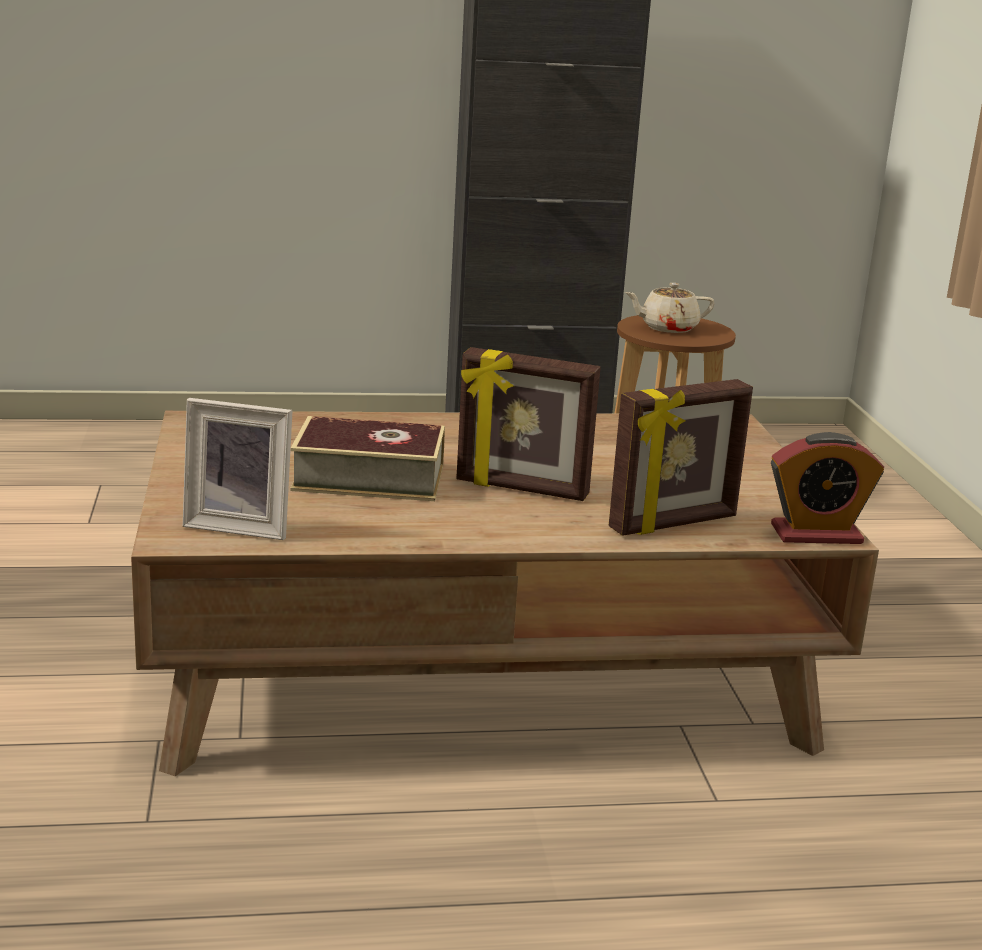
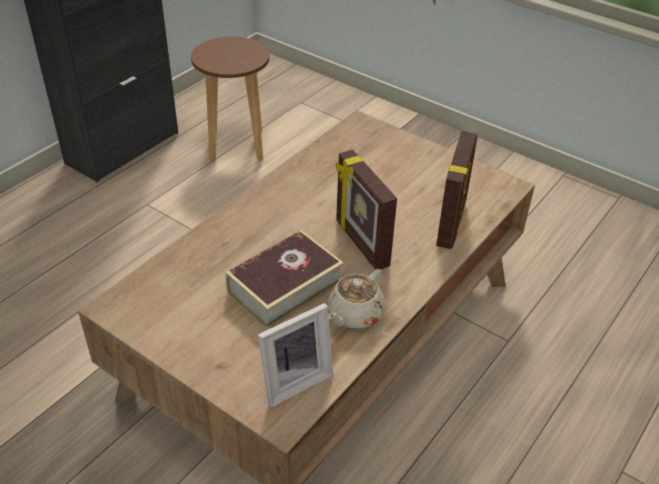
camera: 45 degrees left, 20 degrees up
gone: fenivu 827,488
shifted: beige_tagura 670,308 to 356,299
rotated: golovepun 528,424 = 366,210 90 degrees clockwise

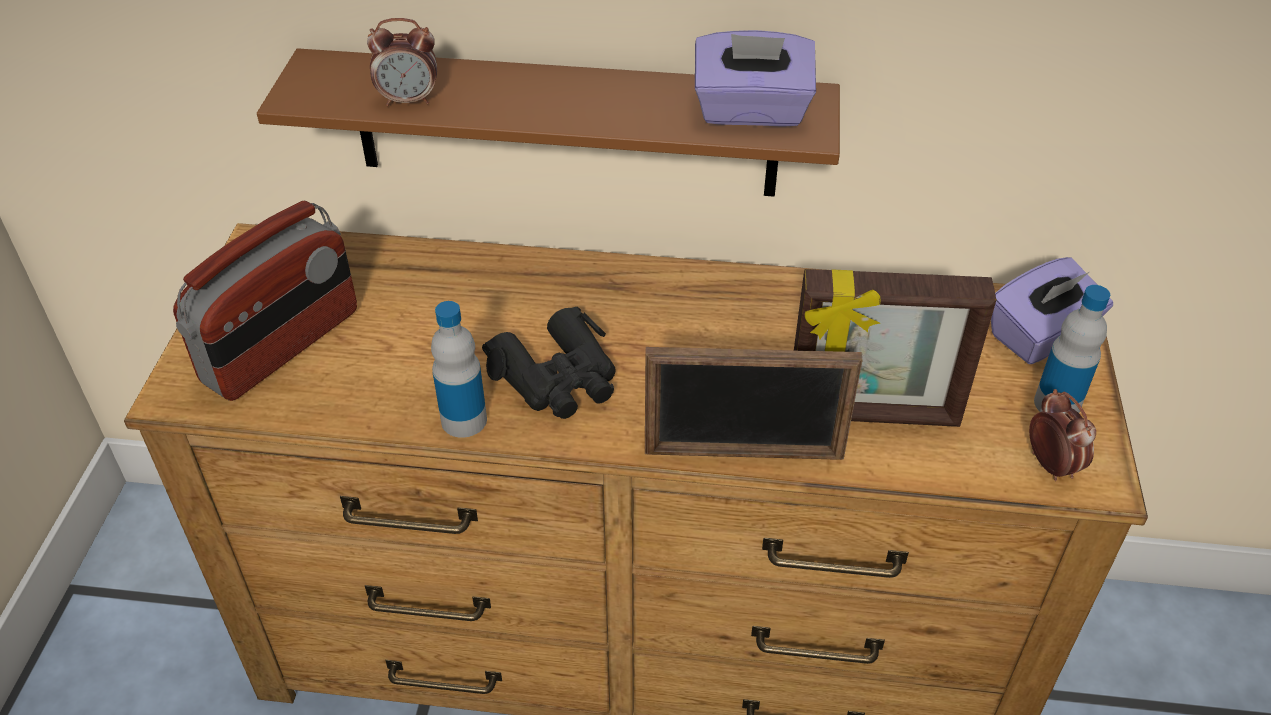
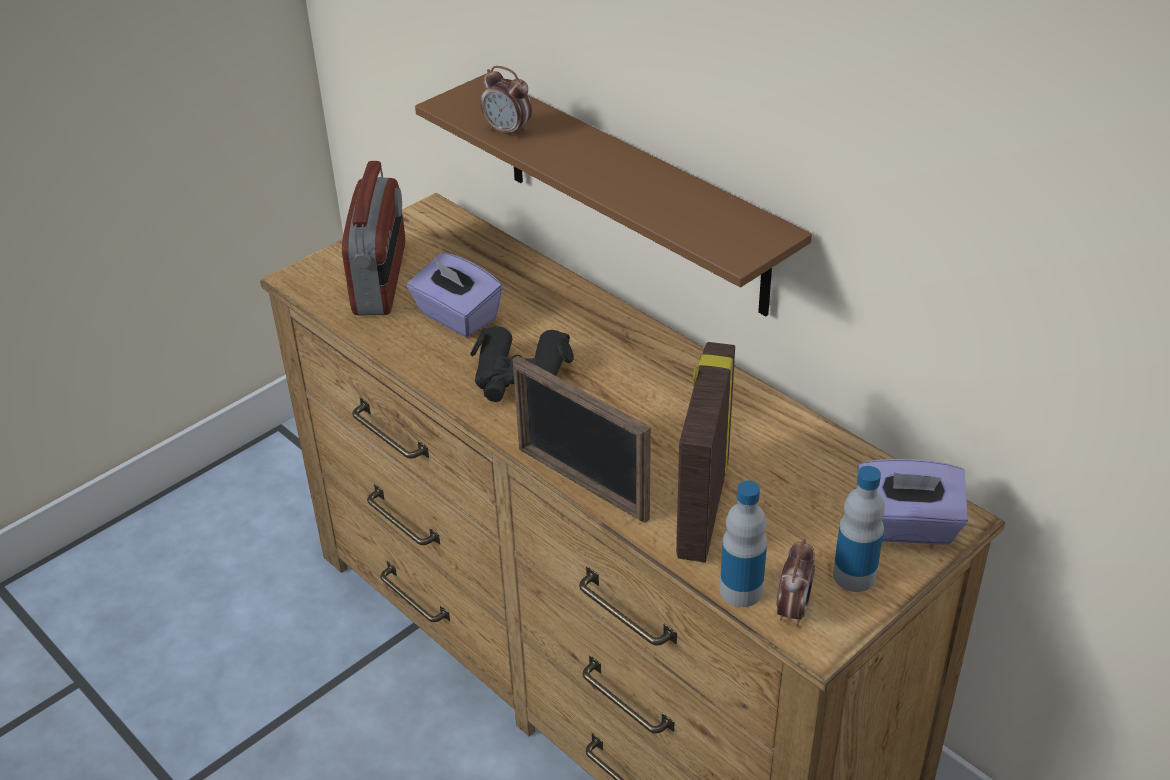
camera: 40 degrees right, 5 degrees down
shifted: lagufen 459,369 to 743,544; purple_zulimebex 755,78 to 455,295
rotated: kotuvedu 265,300 = 373,238 75 degrees counterclockwise; golovepun 895,348 = 705,452 60 degrees clockwise

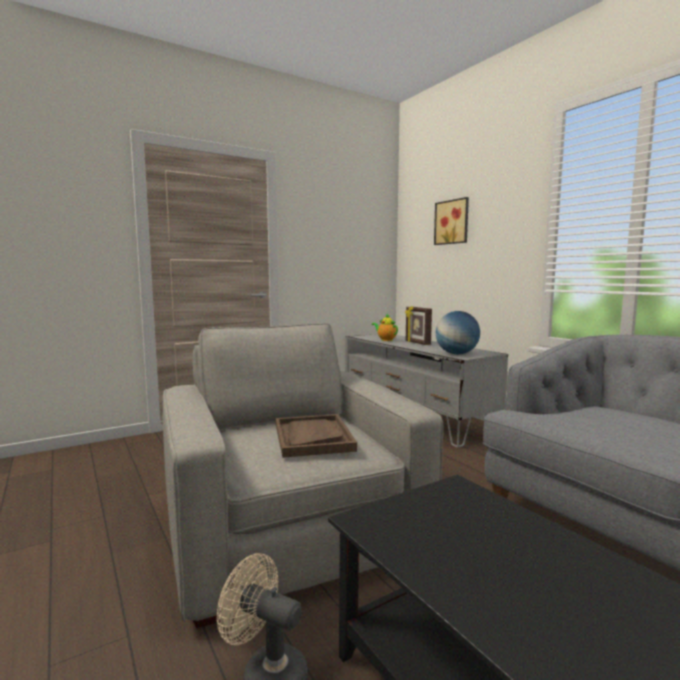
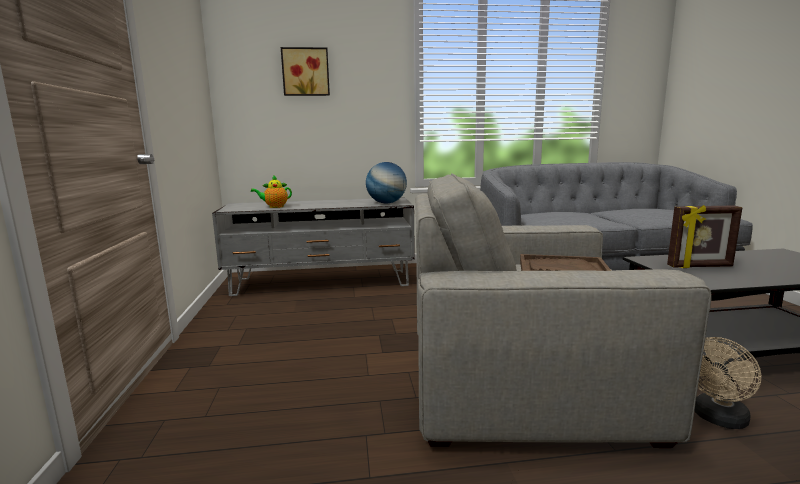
camera: 65 degrees left, 5 degrees up
shifted: golovepun 418,325 to 705,236

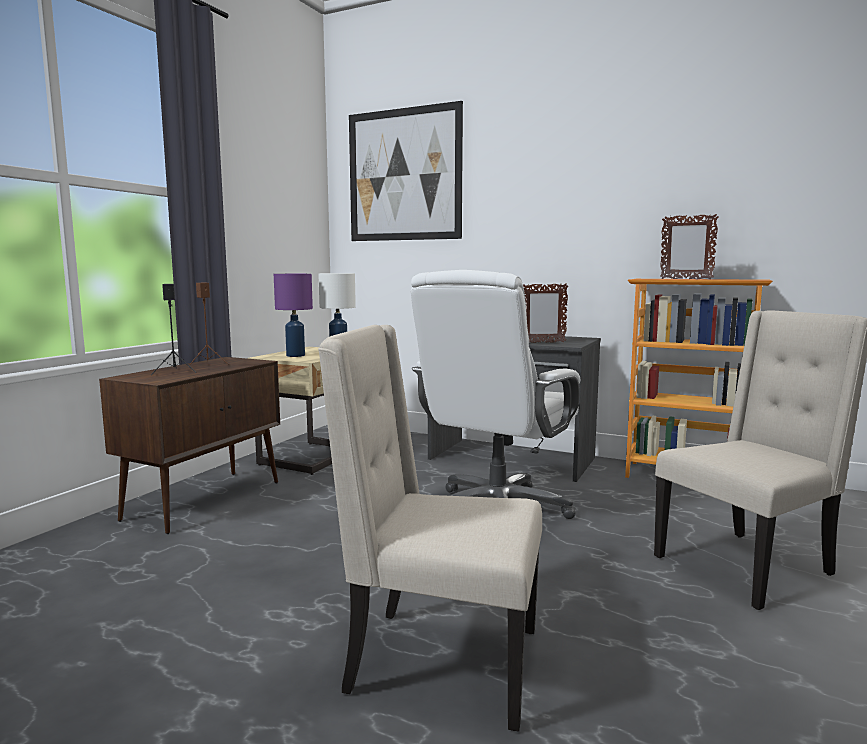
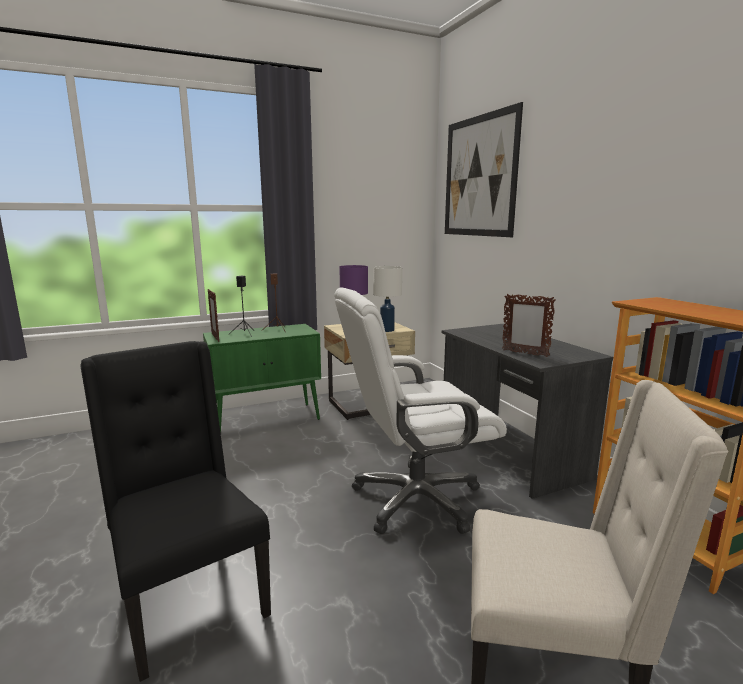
camera: 40 degrees right, 5 degrees up
shifted: golovepun 689,247 to 213,315
repainted: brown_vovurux 189,445 to green_vovurux 262,378; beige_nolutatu 430,528 to black_nolutatu 175,511

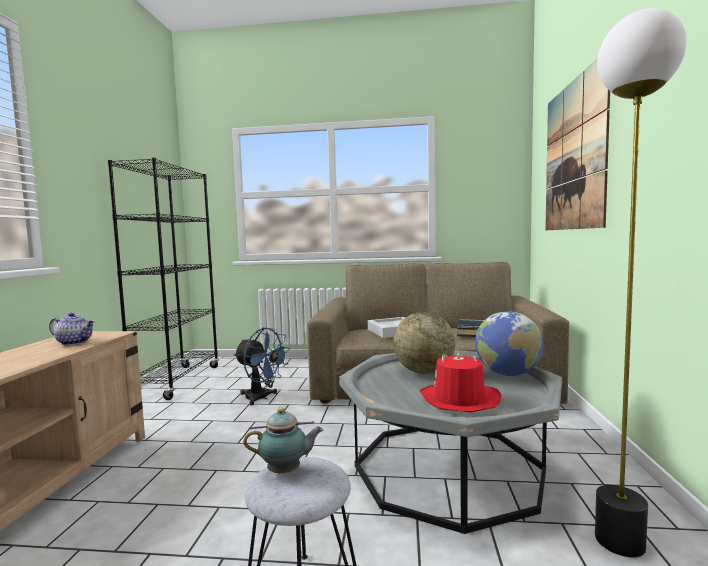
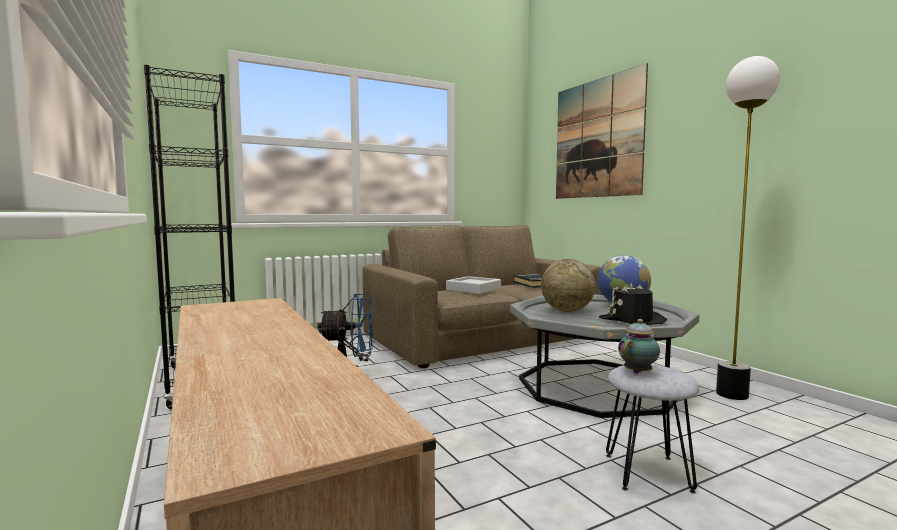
camera: 35 degrees left, 0 degrees up
gone: tagura 72,329
repainted: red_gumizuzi 460,382 to black_gumizuzi 633,303

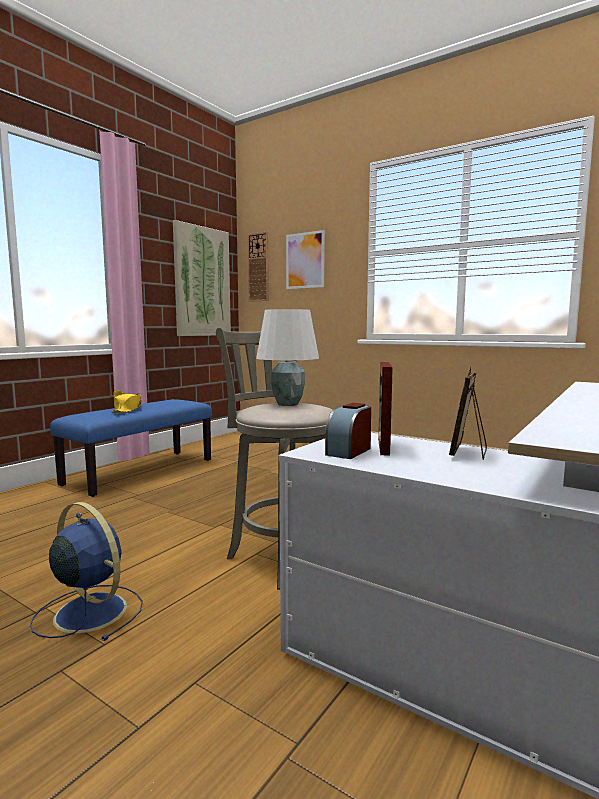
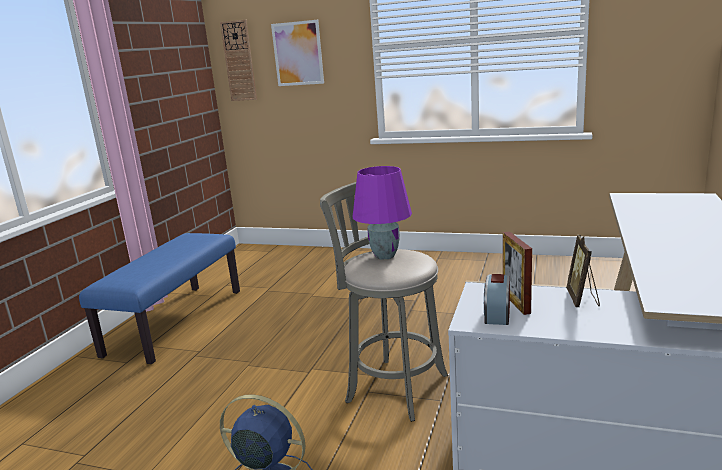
camera: 15 degrees left, 10 degrees up
gone: yellow_gumizuzi 126,402; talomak 202,278
repainted: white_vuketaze 287,357 to purple_vuketaze 382,213

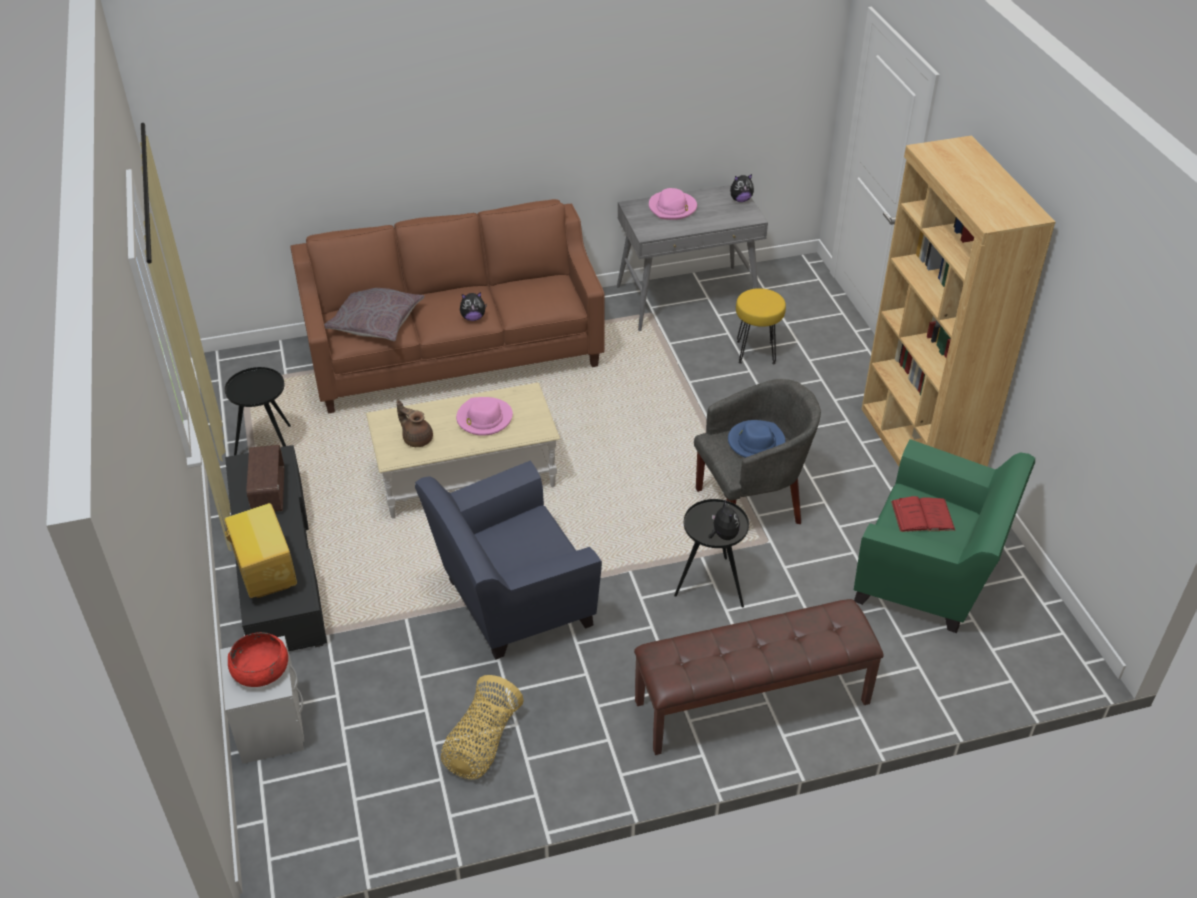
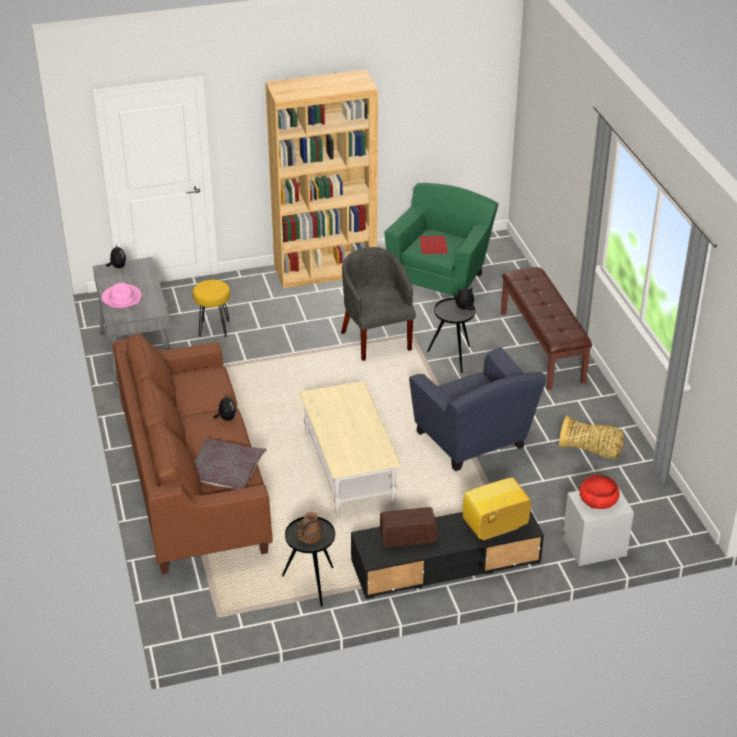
camera: 90 degrees left, 5 degrees down
gone: pink_gumizuzi 484,416; blue_gumizuzi 757,439
shifted: brown_tagura 414,423 to 310,528

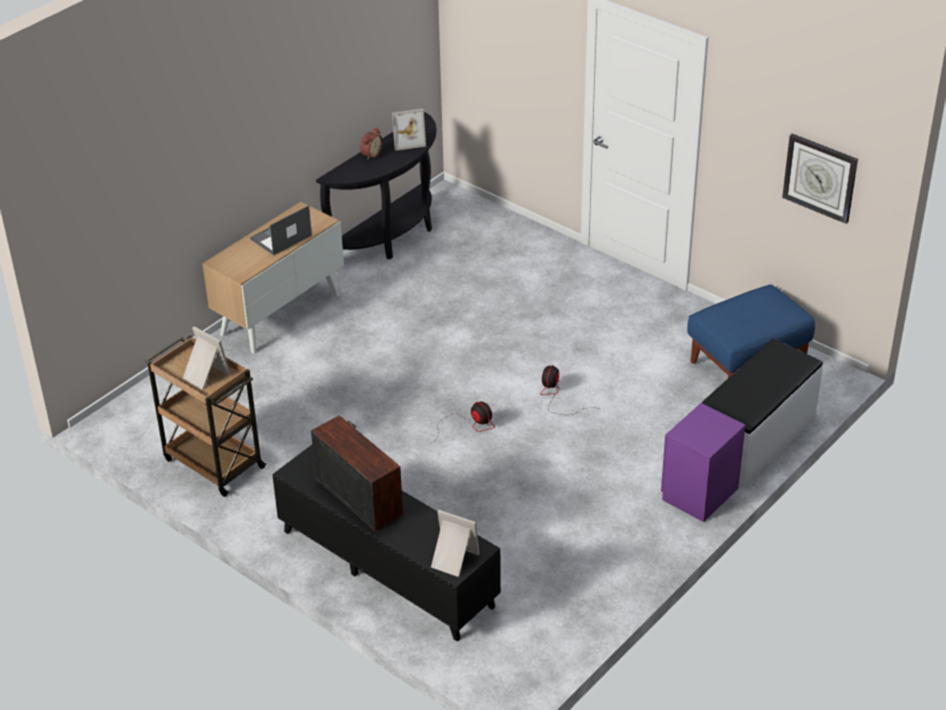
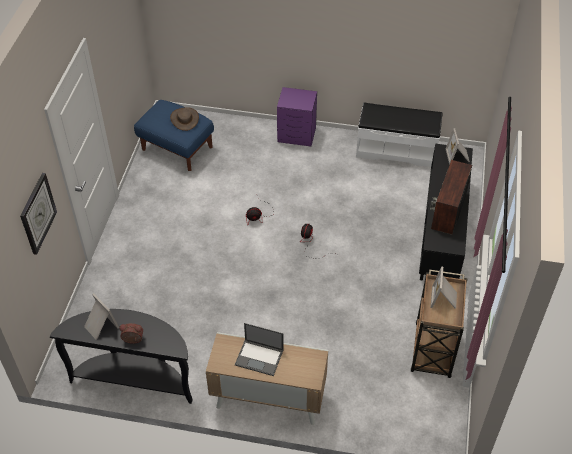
camera: 120 degrees left, 10 degrees up
new: brown_gumizuzi 184,119
shifted: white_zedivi 762,413 to 399,135; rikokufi 820,179 to 38,214

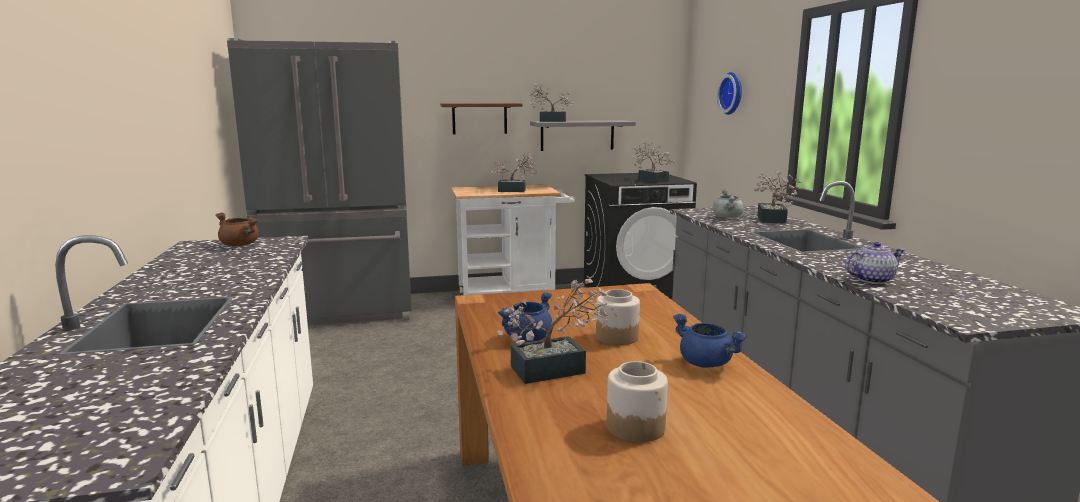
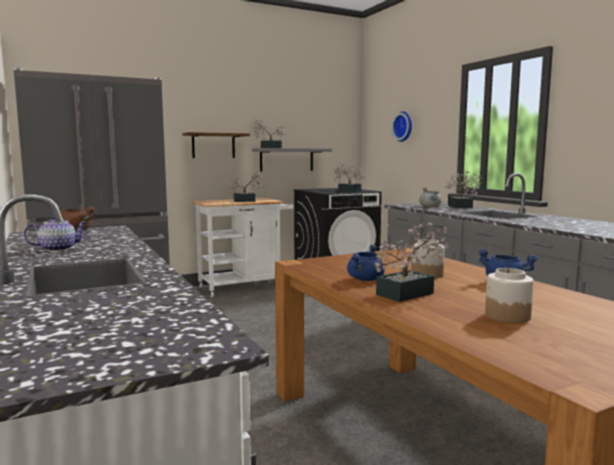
camera: 15 degrees left, 5 degrees down
shifted: tagura 875,263 to 56,233

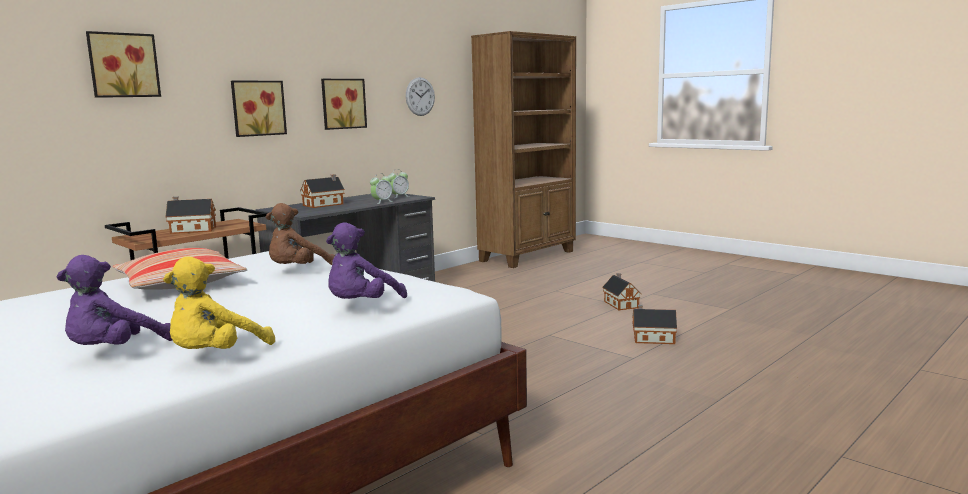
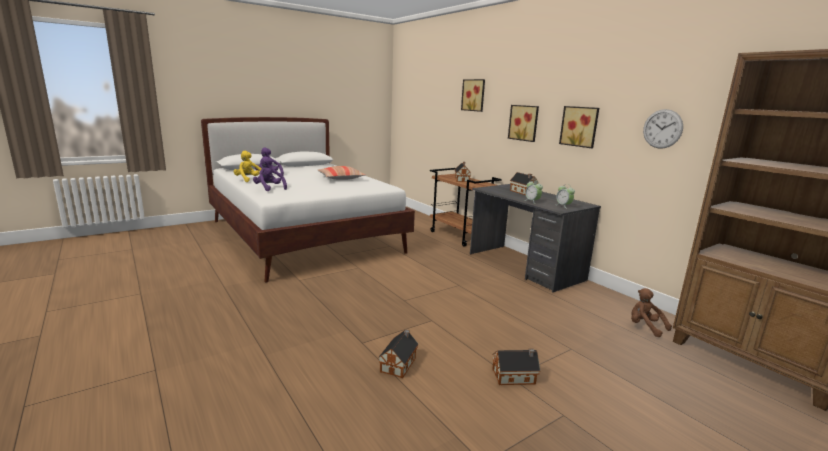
camera: 100 degrees right, 5 degrees up
shifted: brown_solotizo 300,234 to 651,312

